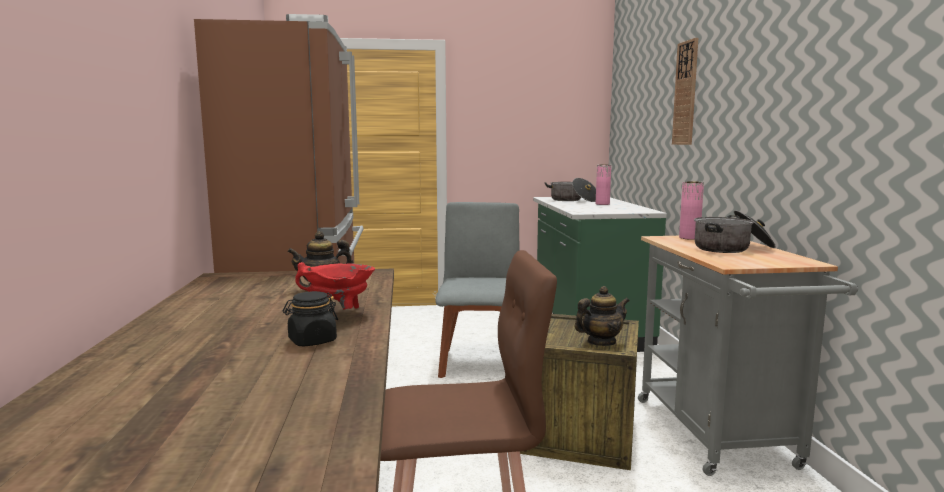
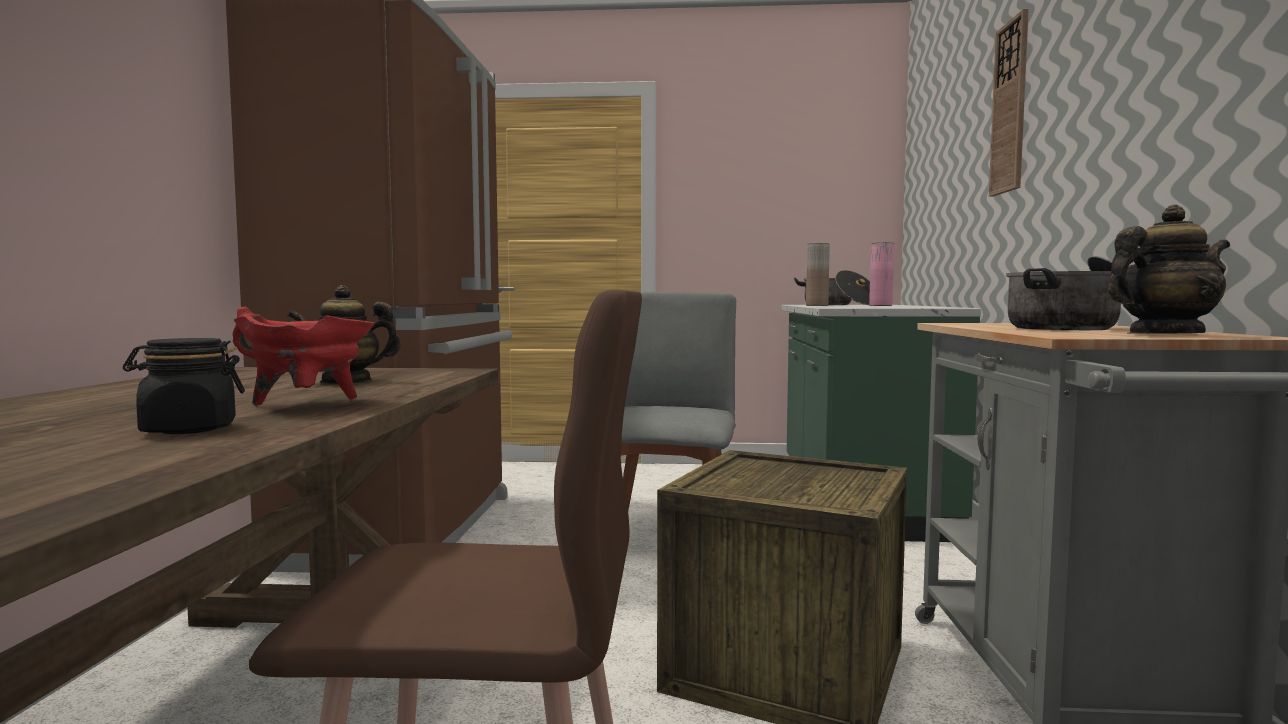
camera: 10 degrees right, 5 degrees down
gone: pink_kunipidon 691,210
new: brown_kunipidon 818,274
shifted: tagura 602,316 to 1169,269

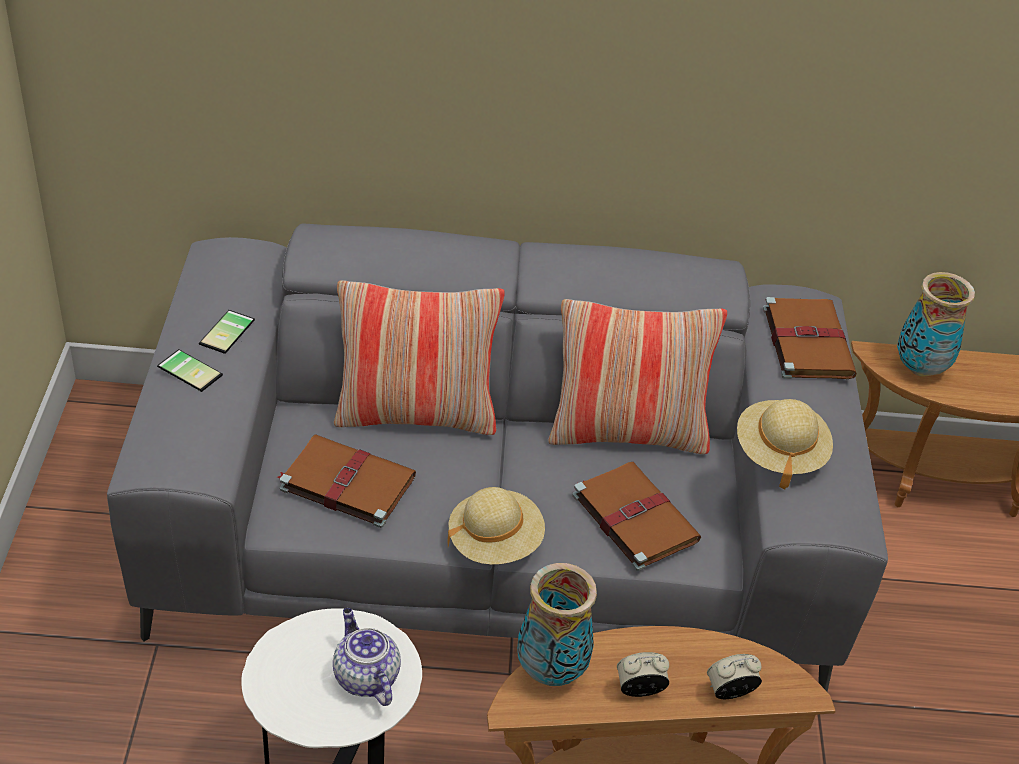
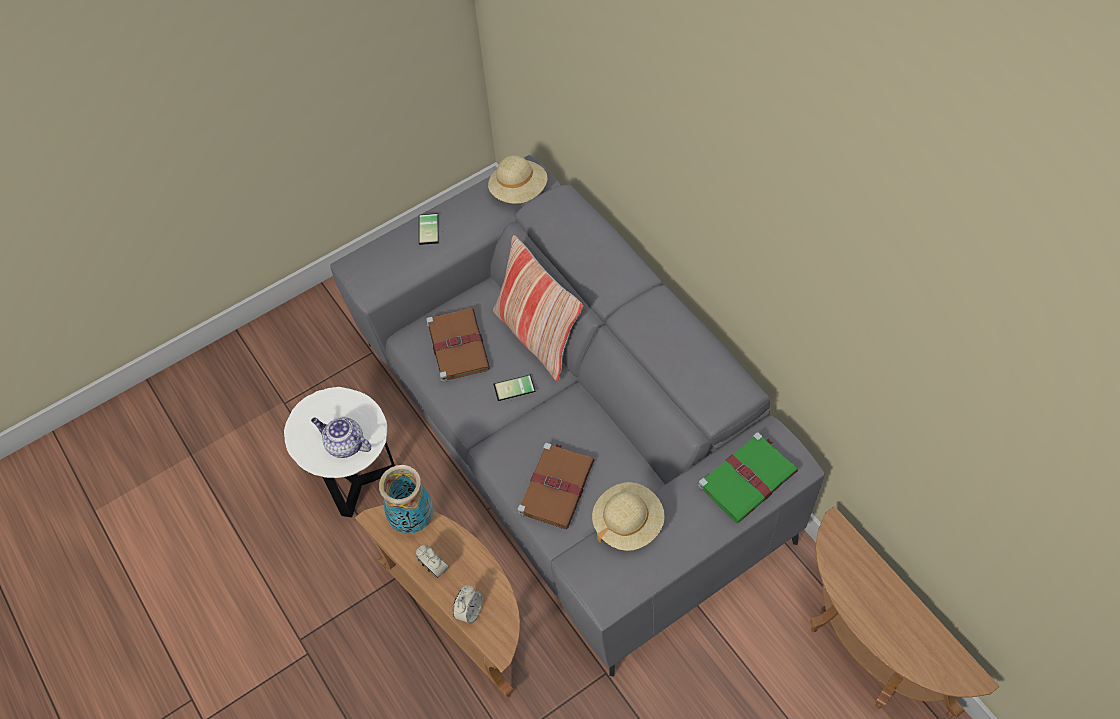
camera: 60 degrees right, 15 degrees up
gone: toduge 637,376; kunipidon 936,324
shifted: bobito 227,332 to 514,387; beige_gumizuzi 496,525 to 517,179
repainted: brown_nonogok 810,338 to green_nonogok 748,477
rotated: tagura 367,657 = 341,437 90 degrees counterclockwise; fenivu 734,676 = 468,604 75 degrees clockwise

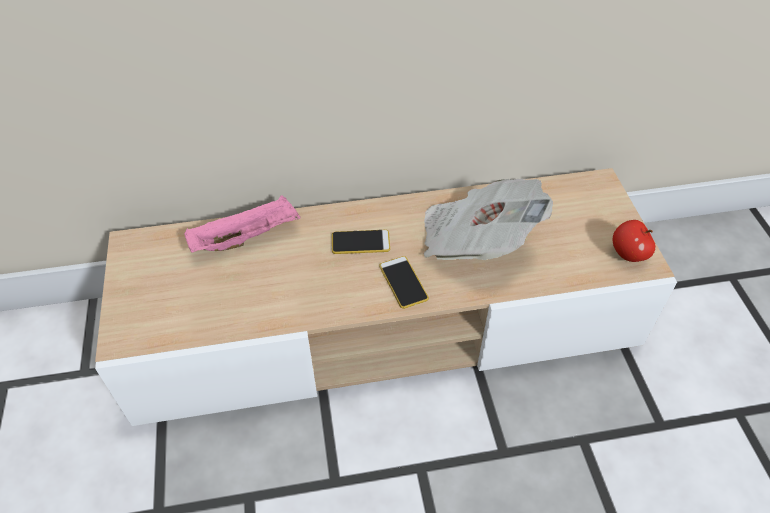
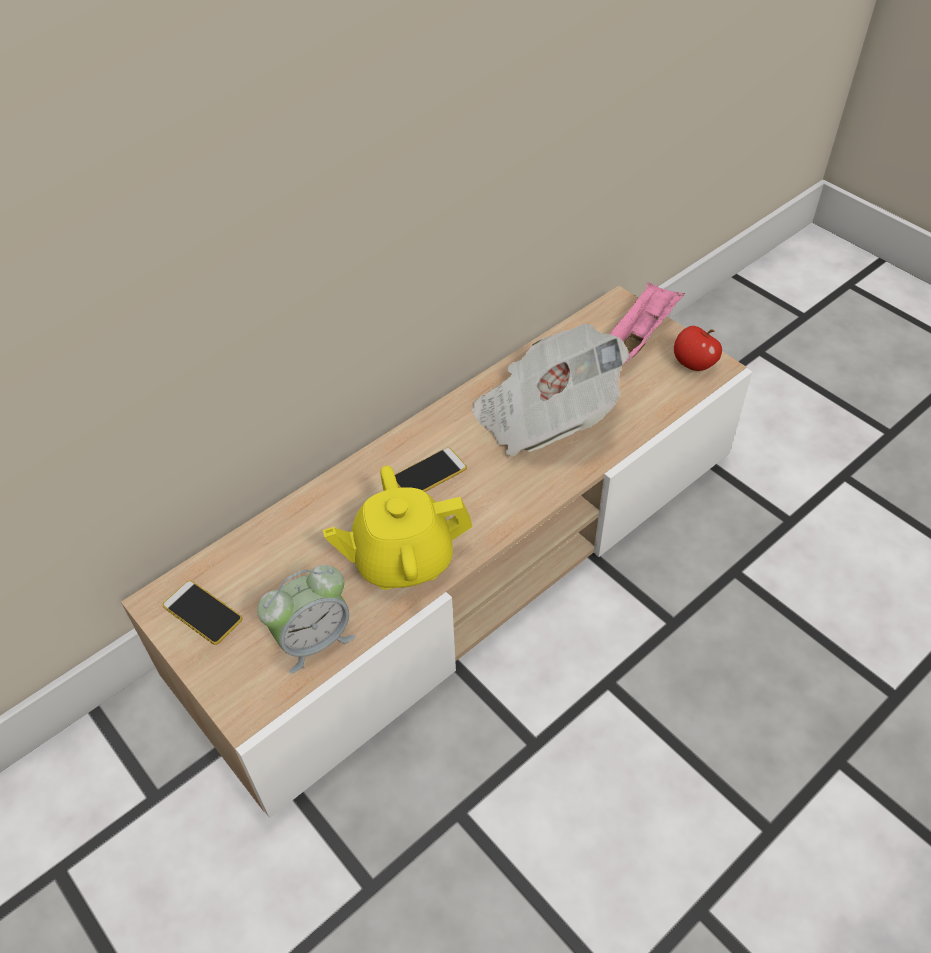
camera: 30 degrees left, 0 degrees up
new: fenivu 306,619; yellow_tagura 397,528
shifted: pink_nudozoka 242,224 to 647,322; bobito 404,282 to 202,613

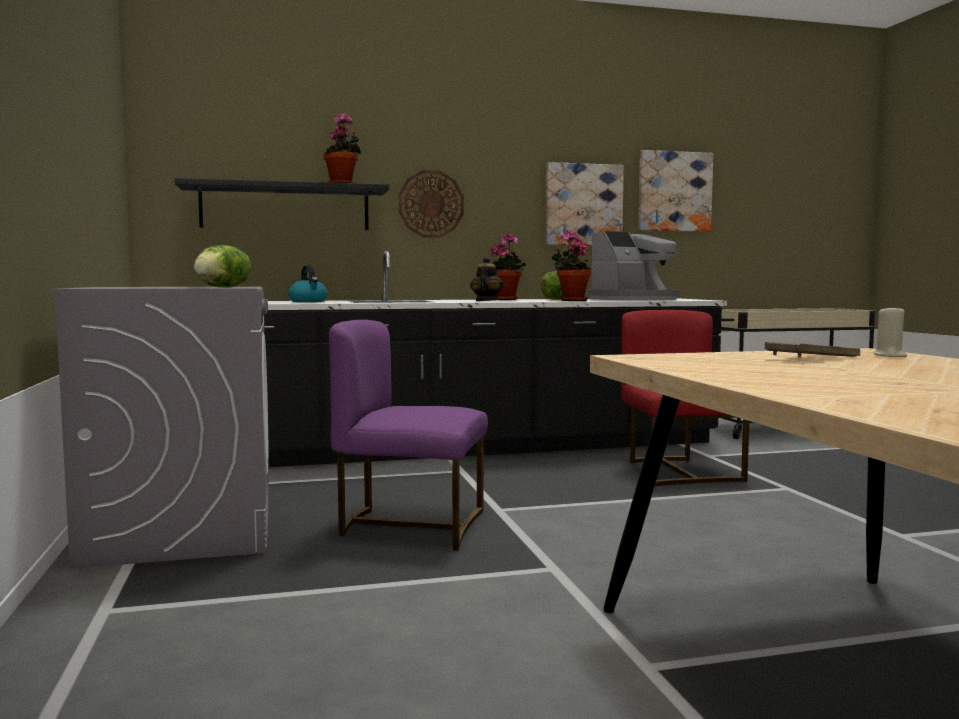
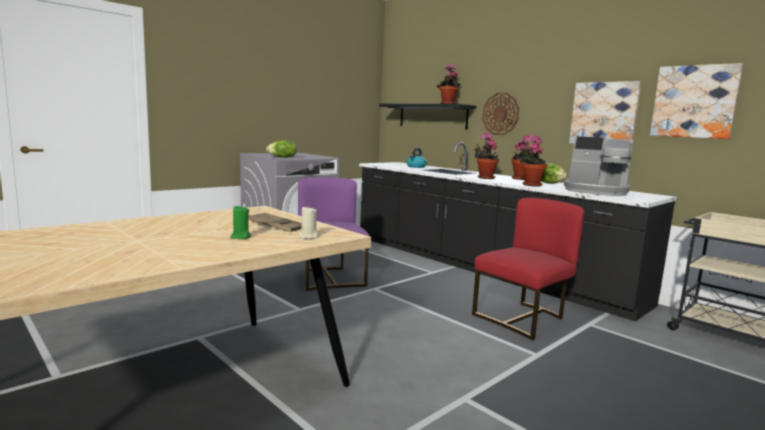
camera: 60 degrees right, 5 degrees up
new: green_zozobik 240,222
swapped: tagura 486,278 to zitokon 486,155

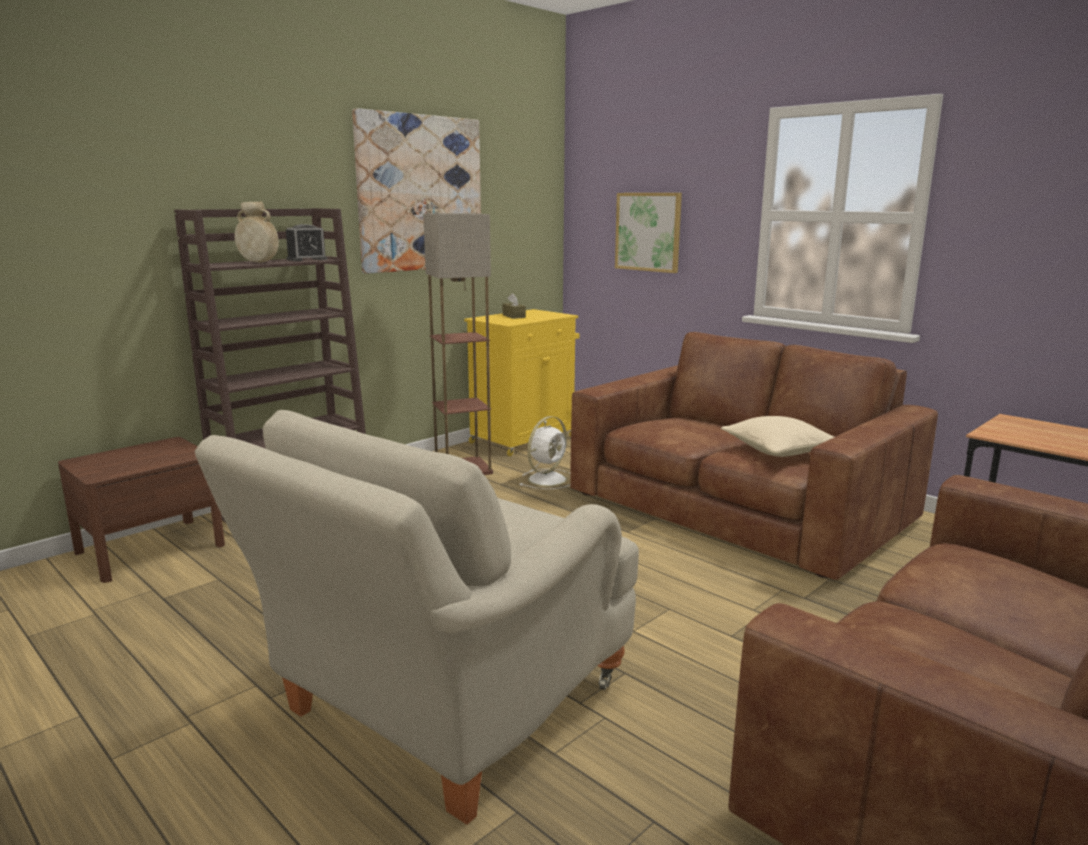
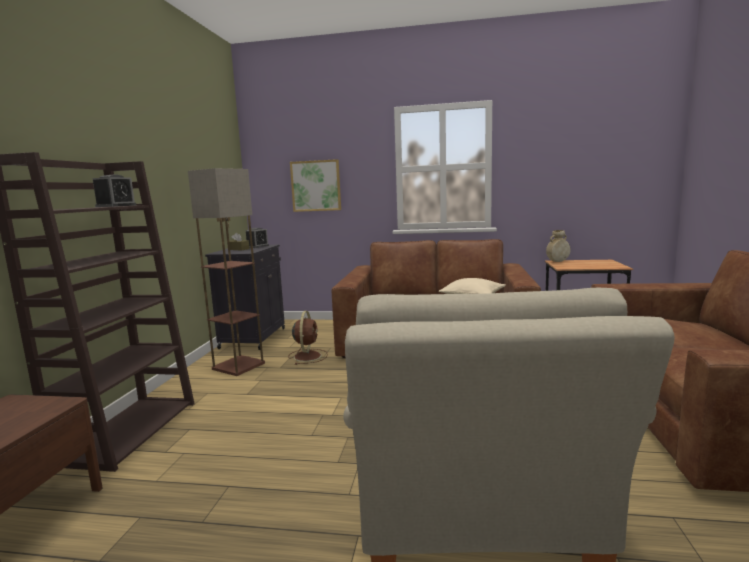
camera: 35 degrees left, 5 degrees down
gone: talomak 416,191
new: fenivu 257,238
shifted: beige_kunipidon 257,231 to 558,246
repainted: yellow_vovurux 521,382 to black_vovurux 245,297; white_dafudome 545,452 to brown_dafudome 308,338

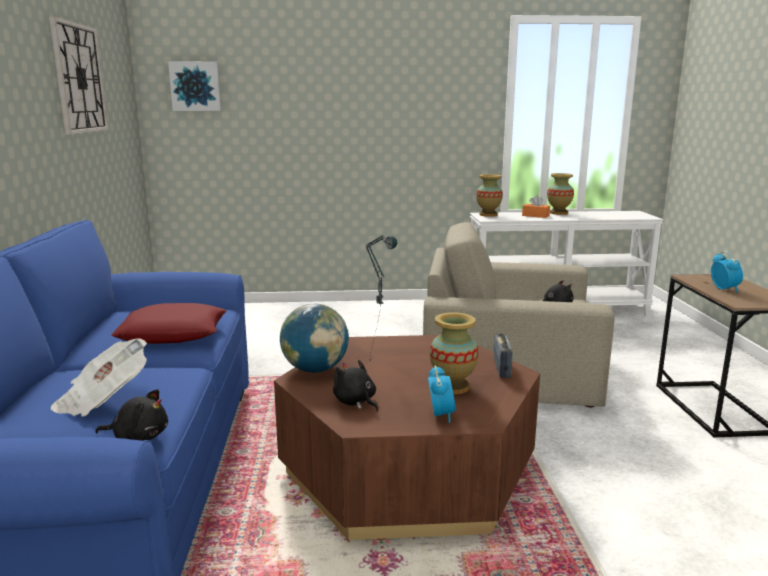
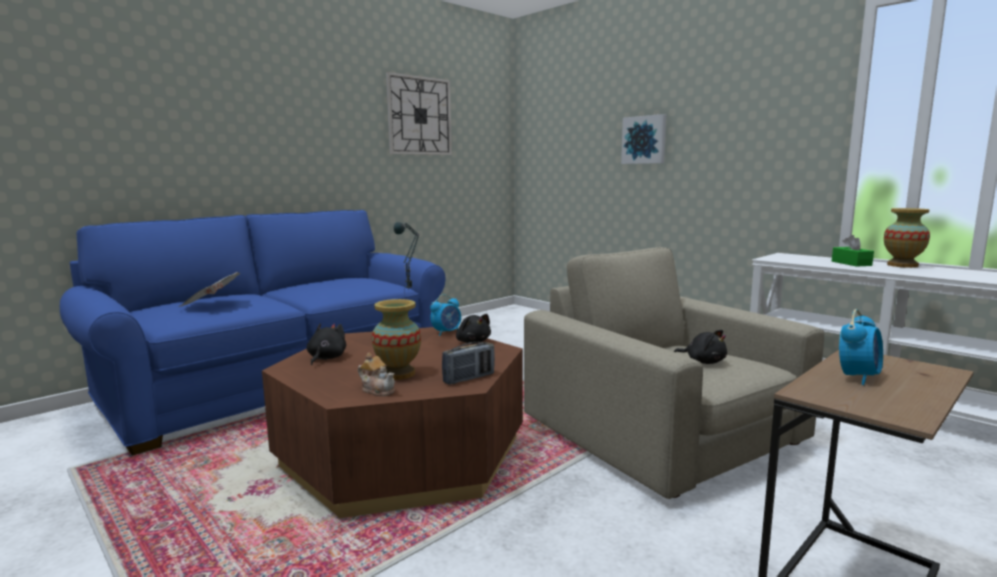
camera: 50 degrees right, 5 degrees down
gone: red_toduge 168,323; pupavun 314,338; kunipidon 489,195
new: tagura 376,374
shifted: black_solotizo 131,415 to 473,329; talomak 194,86 to 643,139; fenivu 442,394 to 445,315
repainted: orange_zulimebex 536,206 to green_zulimebex 853,251

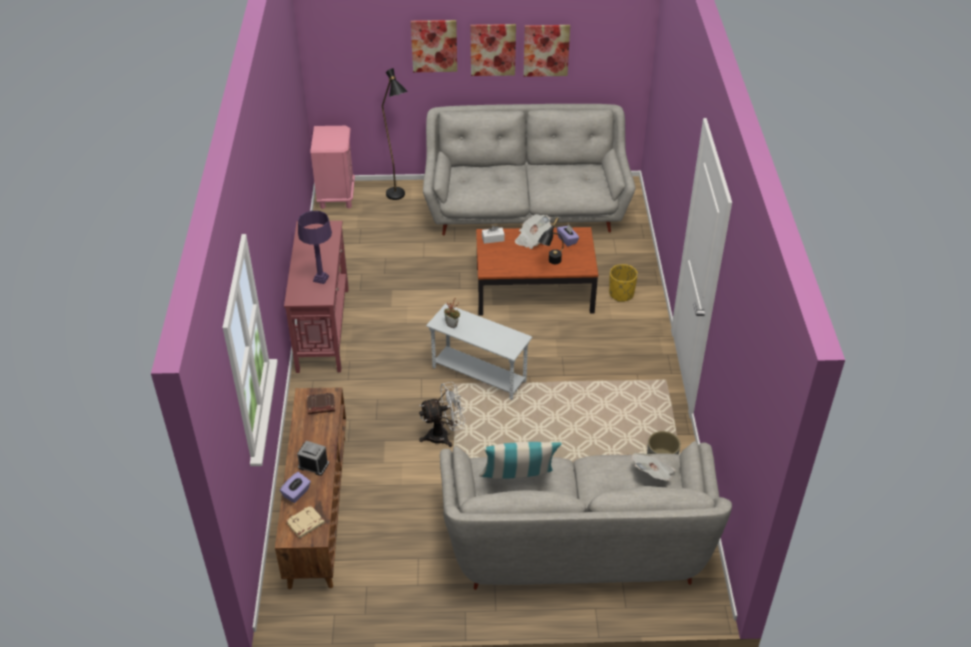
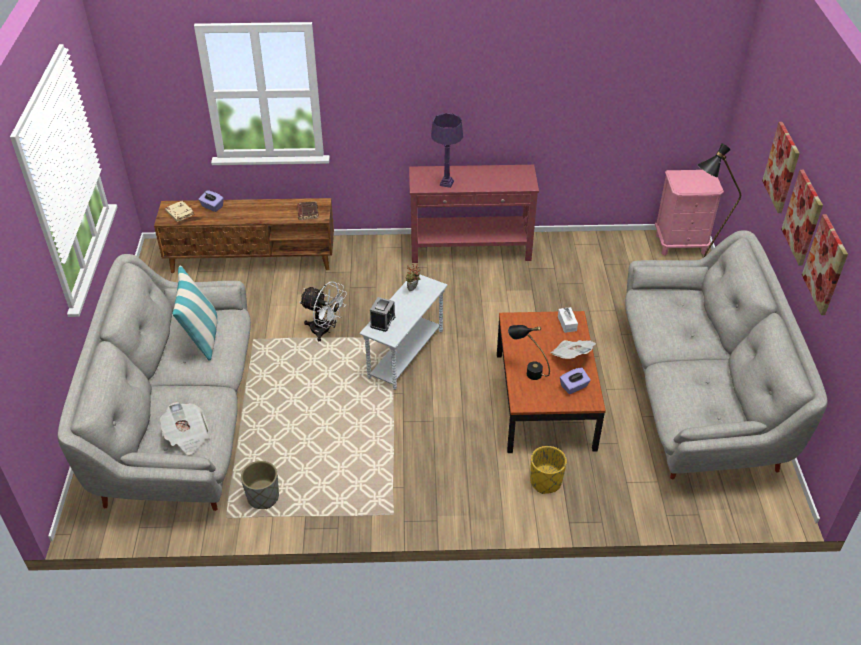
camera: 90 degrees right, 0 degrees up
shifted: fenivu 313,458 to 382,314
rotated: white_dafudome 442,414 = 323,311 45 degrees counterclockwise

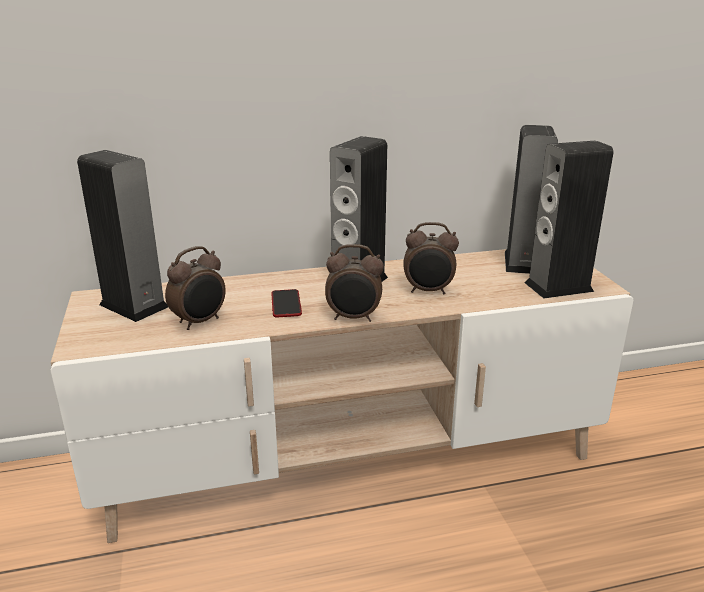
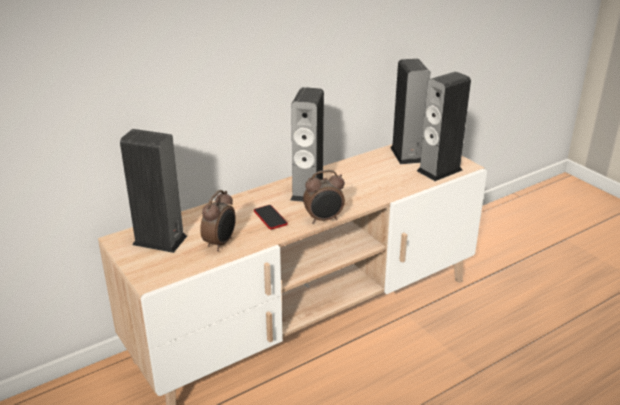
camera: 20 degrees left, 5 degrees up
gone: fenivu 431,258

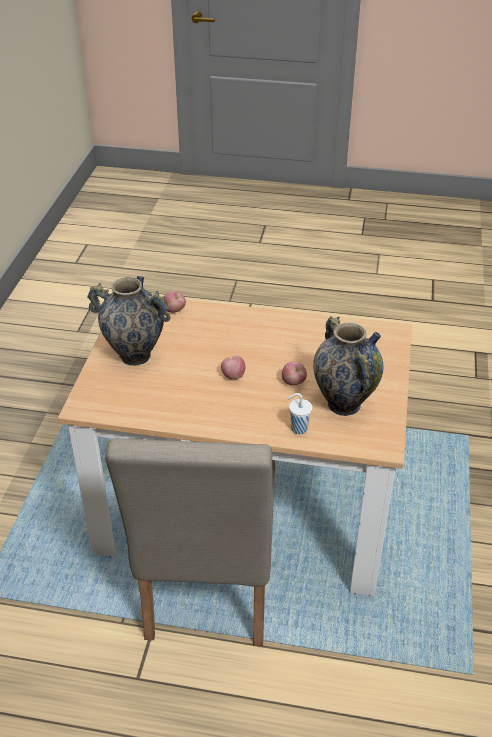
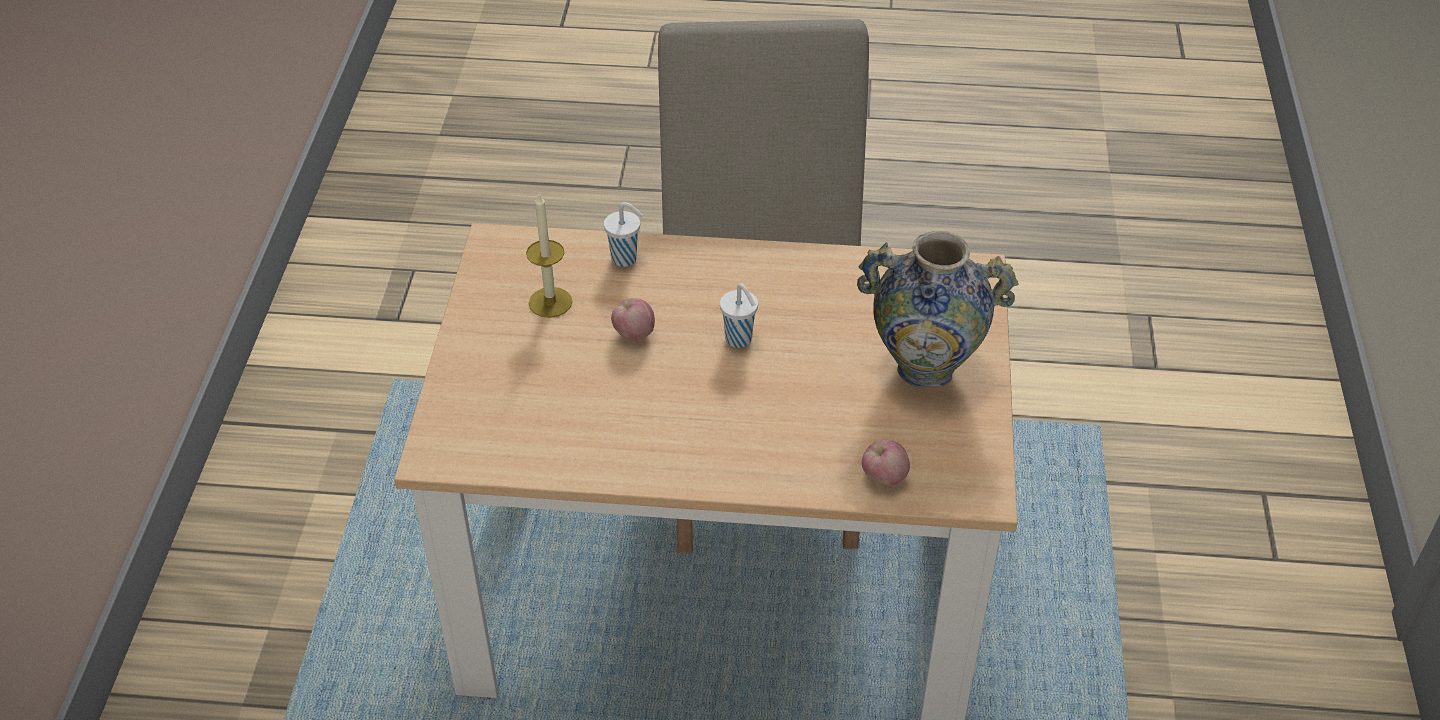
camera: 175 degrees right, 5 degrees up
swapped: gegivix 233,367 to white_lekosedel 739,315; kunipidon 348,366 to zozobik 549,256

